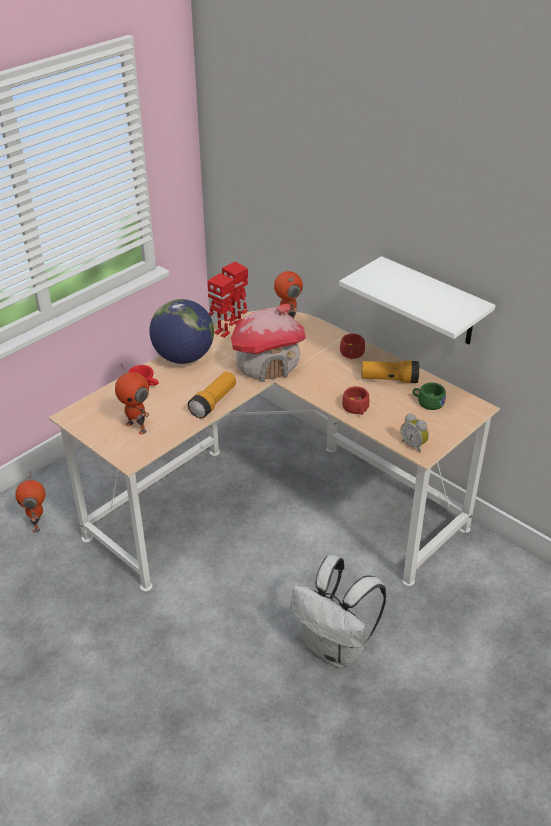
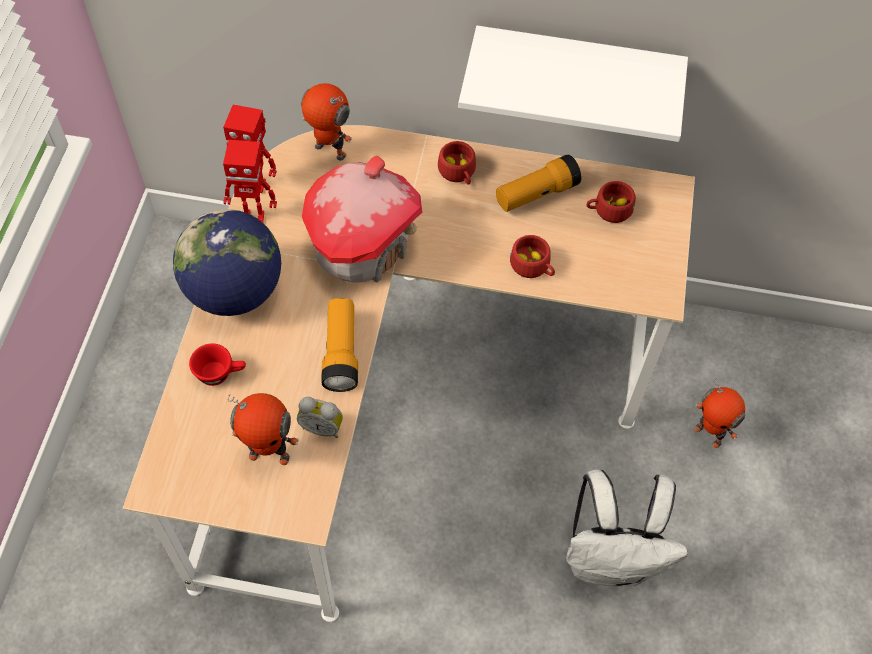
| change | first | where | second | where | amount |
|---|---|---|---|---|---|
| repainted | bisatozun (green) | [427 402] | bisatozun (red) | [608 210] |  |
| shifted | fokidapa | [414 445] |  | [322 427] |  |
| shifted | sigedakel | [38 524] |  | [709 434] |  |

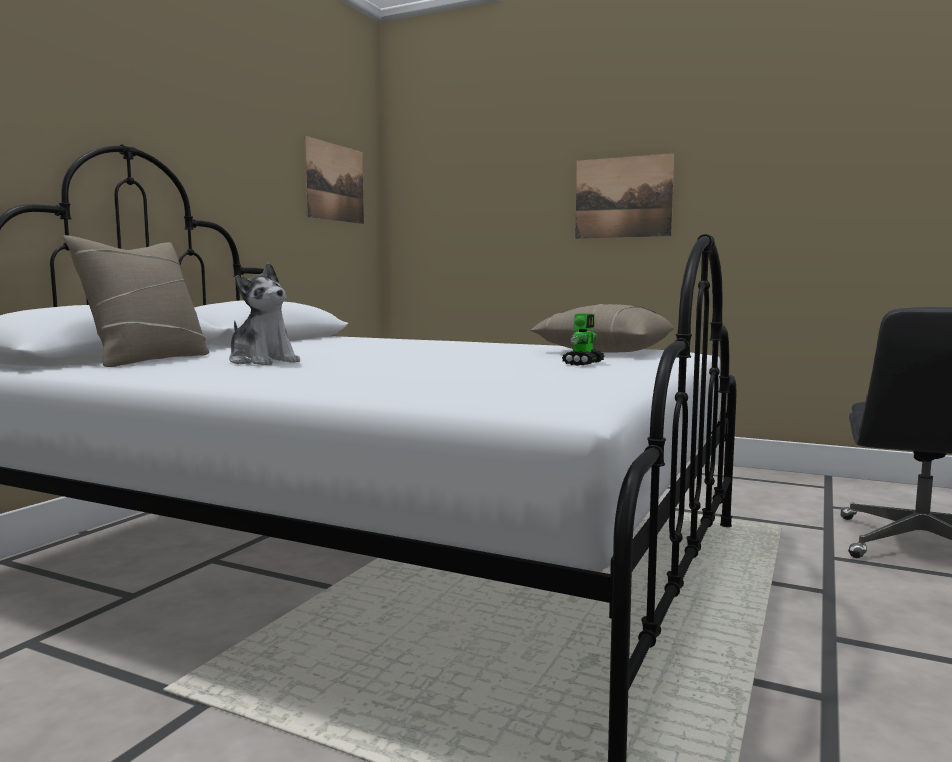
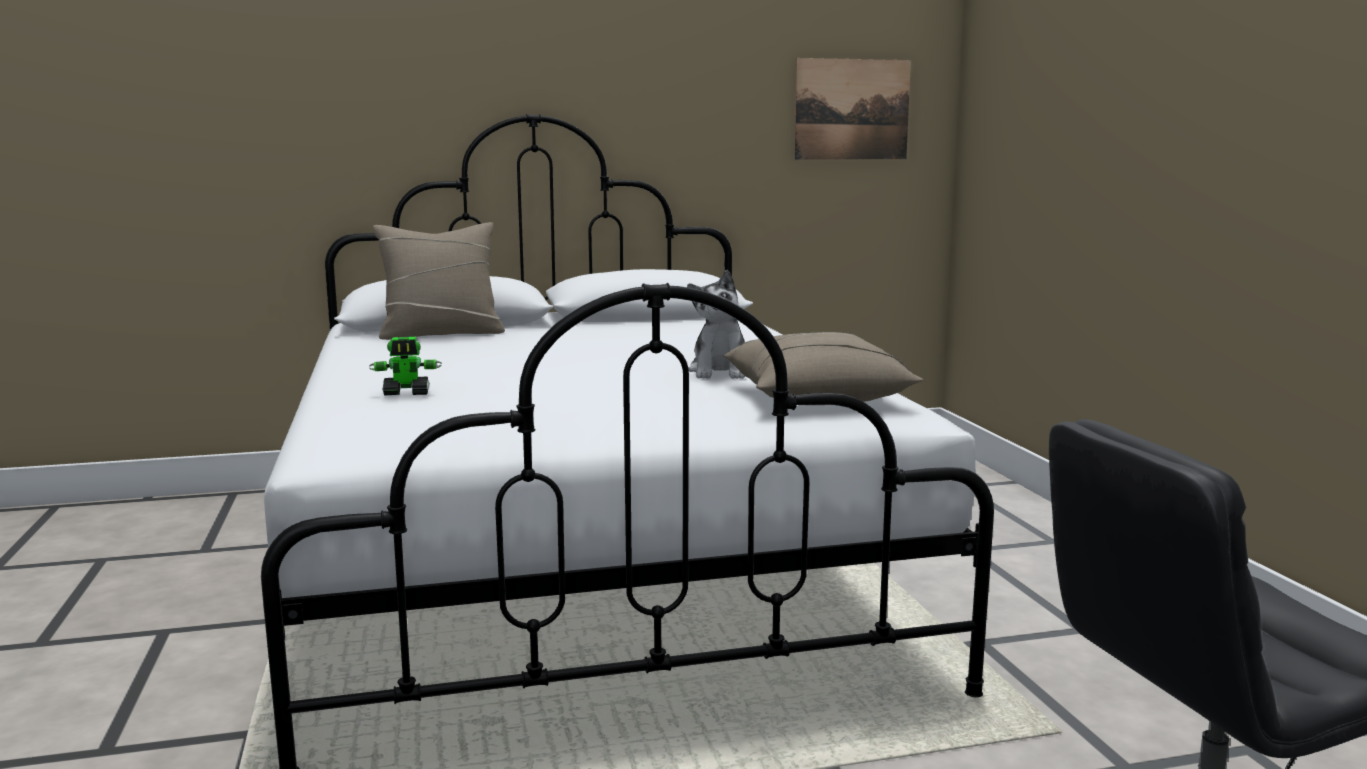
| change | first | where | second | where | amount |
|---|---|---|---|---|---|
| gone | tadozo | [623 197] |  |  |  |
| shifted | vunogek | [262 361] |  | [720 371] |  |
| shifted | sigedakel | [583 363] |  | [407 393] |  |

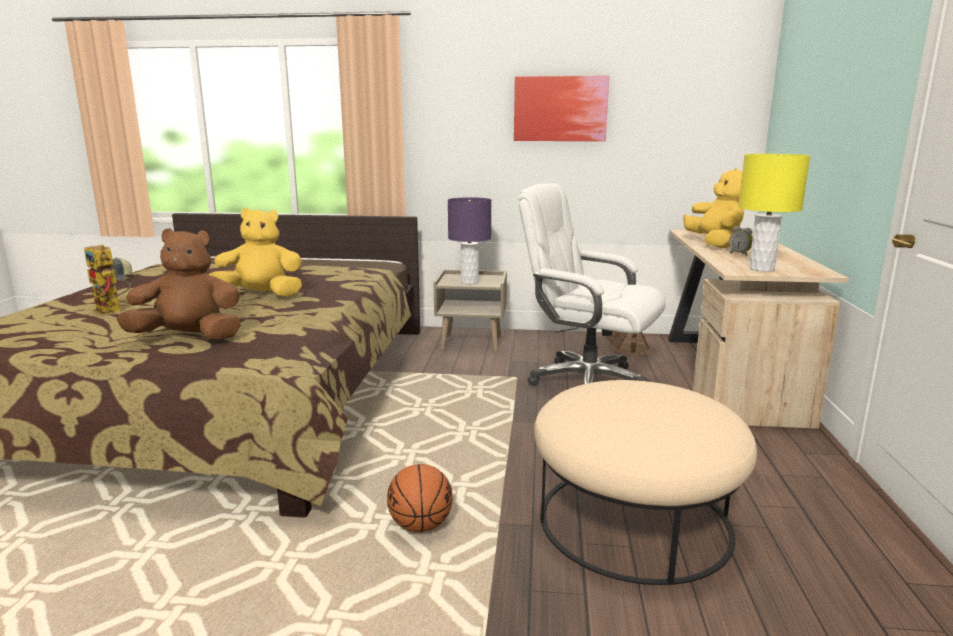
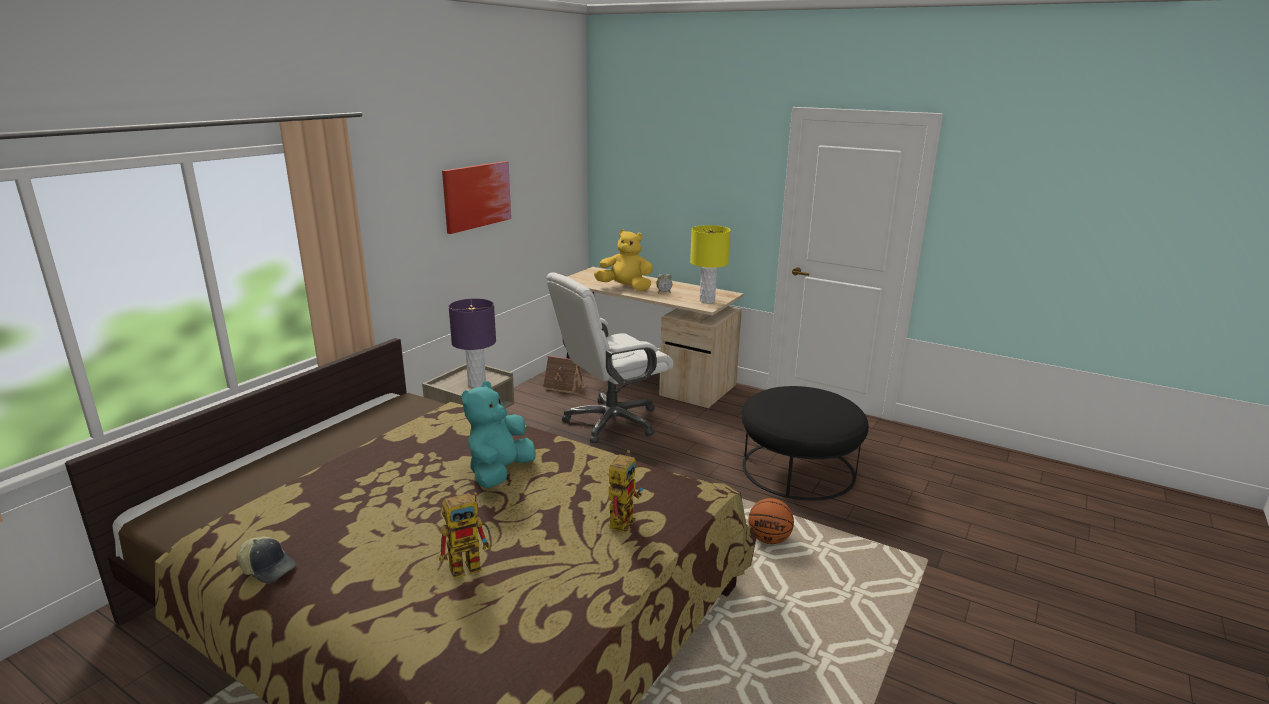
| change | first | where | second | where | amount |
|---|---|---|---|---|---|
| repainted | vunogek (yellow) | [261 295] | vunogek (turquoise) | [499 473] |  |
| swapped | vunogek (brown) | [189 338] | sigedakel | [622 519] |  |
| repainted | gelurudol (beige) | [633 520] | gelurudol (black) | [798 469] |  |

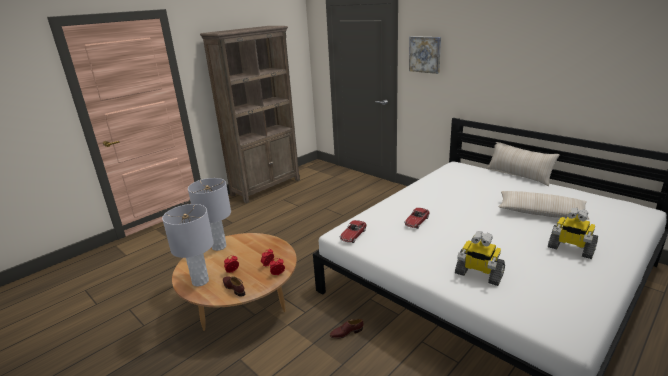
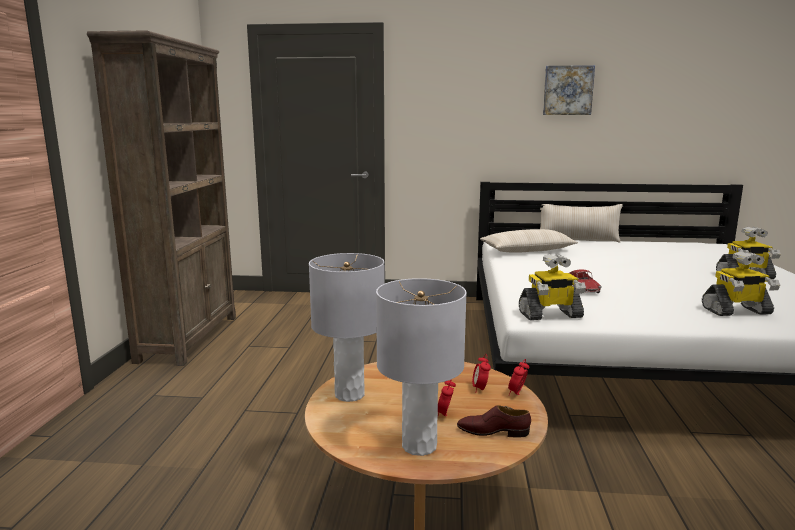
| change | first | where | second | where | amount |
|---|---|---|---|---|---|
| shifted | tadozo | [425 54] |  | [567 90] |  |
| shifted | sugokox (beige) | [540 212] |  | [527 250] |  |
| swapped | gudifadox | [353 235] | sigedakel | [550 315] |  |
| gone | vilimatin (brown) | [346 333] |  |  |  |

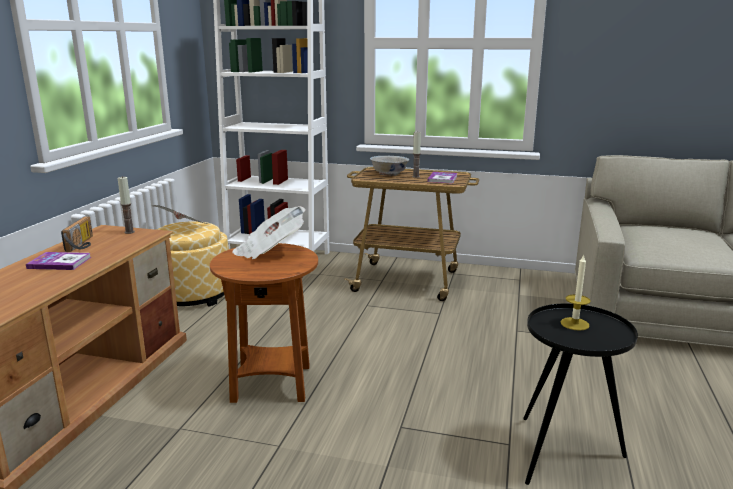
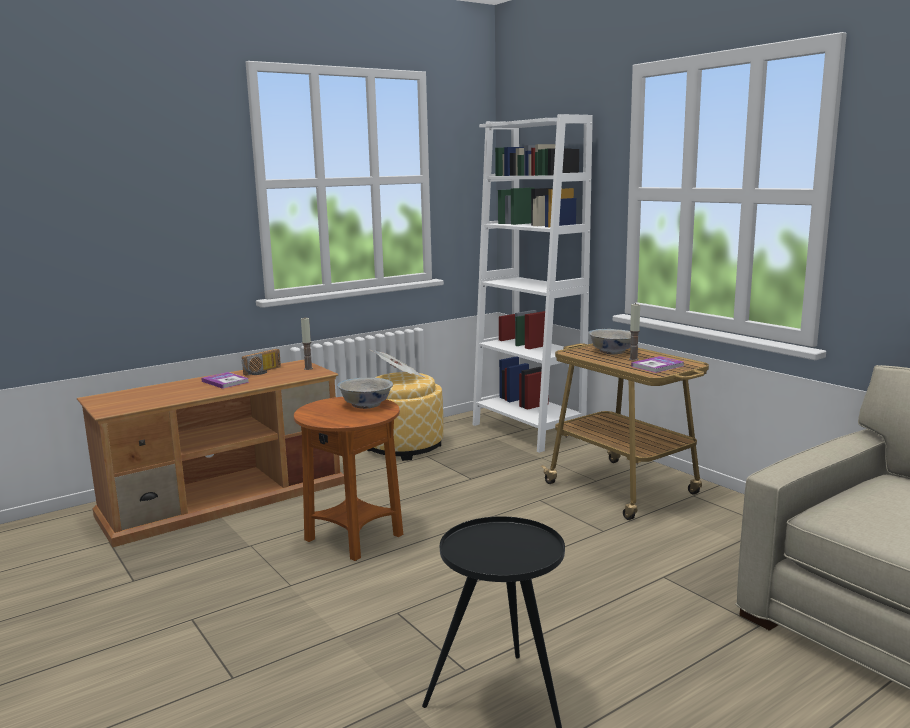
| change | first | where | second | where | amount |
|---|---|---|---|---|---|
| swapped | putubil | [270 251] | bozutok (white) | [365 404] |  |
| gone | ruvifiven | [574 324] |  |  |  |

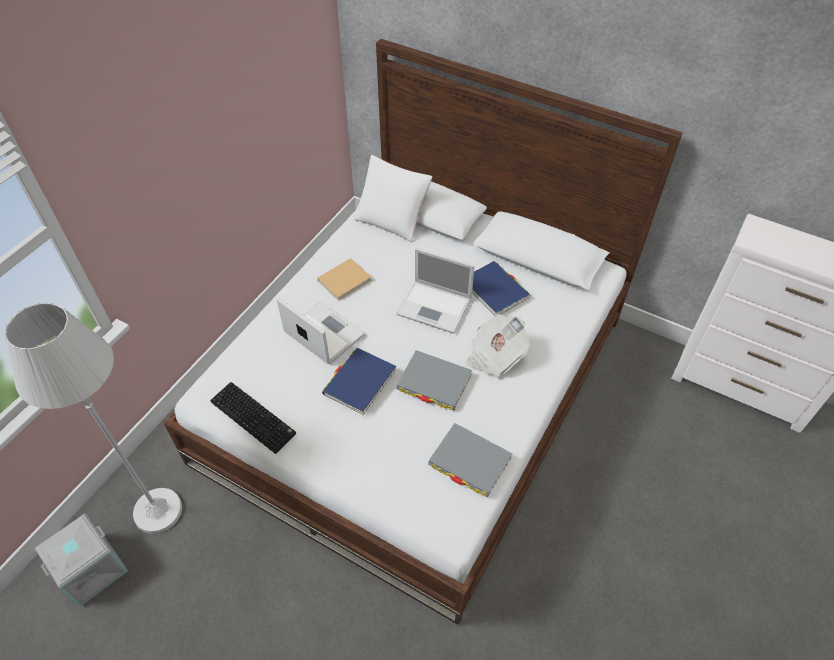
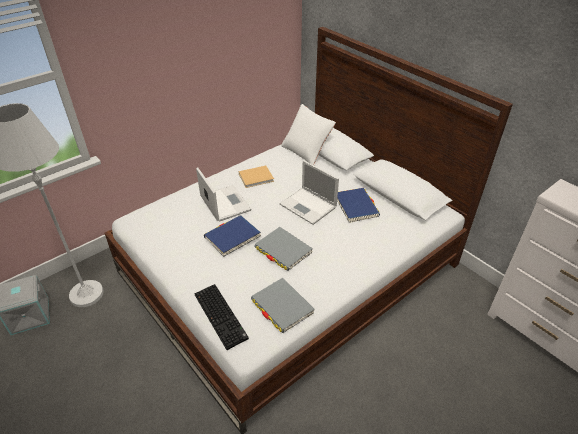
| change | first | where | second | where | amount |
|---|---|---|---|---|---|
| gone | putubil | [495 355] |  |  |  |
| shifted | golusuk | [254 417] |  | [222 316] |  |

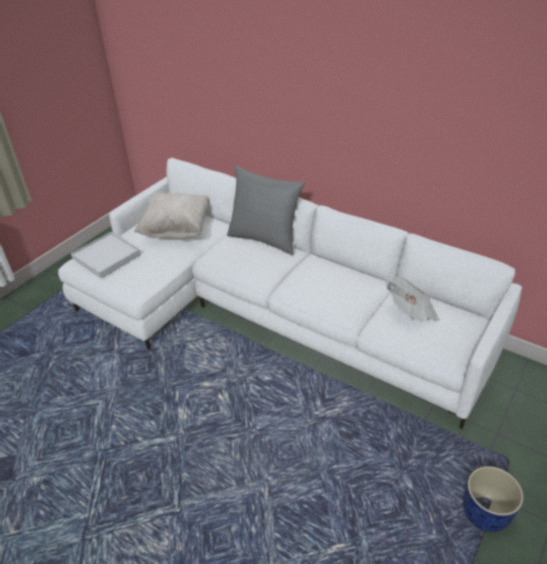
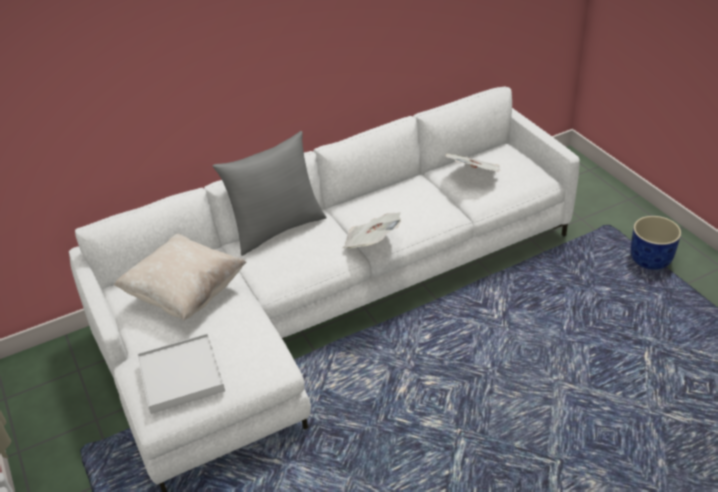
| change | first | where | second | where | amount |
|---|---|---|---|---|---|
| new |  |  | putubil | [371 243] |  |

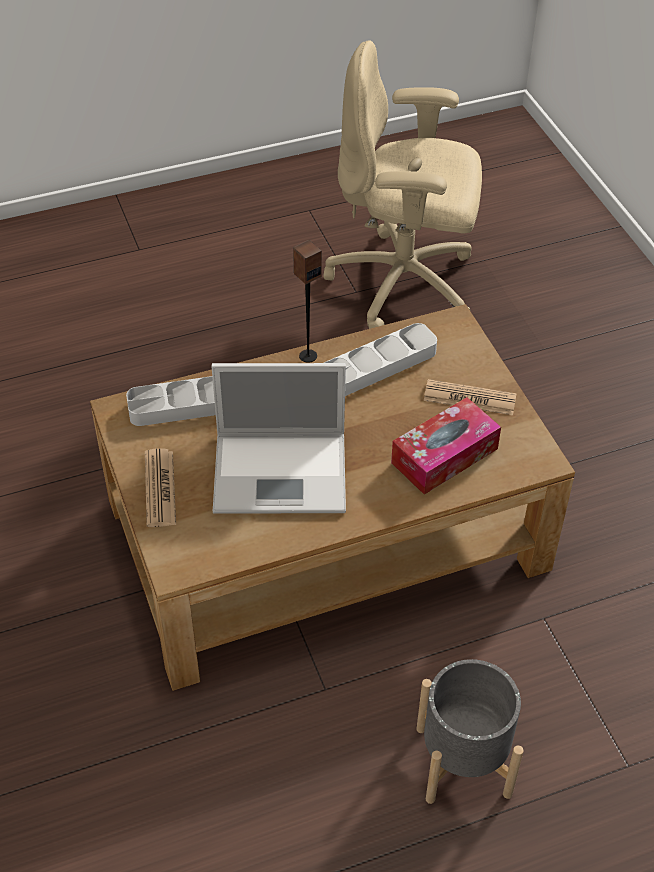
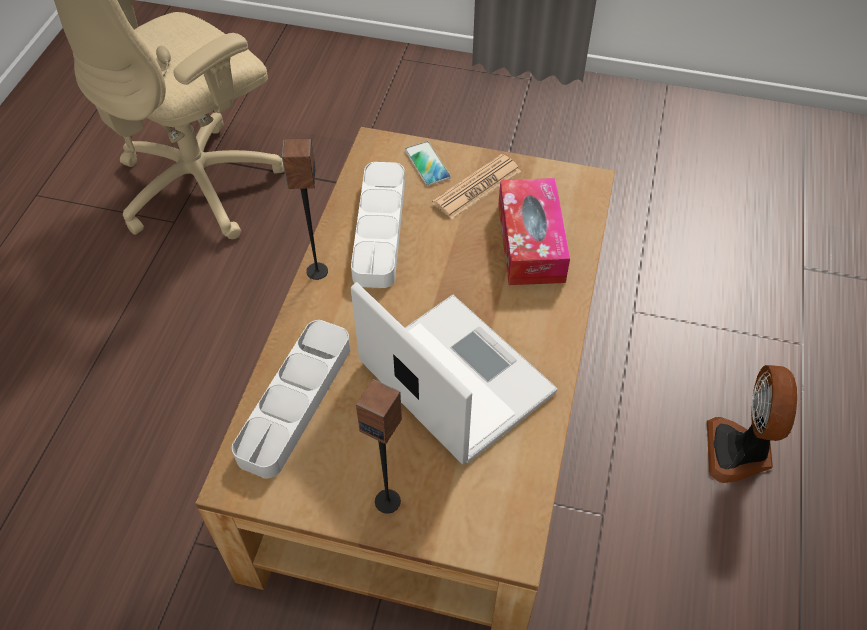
| change | first | where | second | where | amount |
|---|---|---|---|---|---|
| rotated | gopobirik | [283 472] |  | [453 376] | 75 degrees counterclockwise |
| swapped | putubil | [160 488] | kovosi | [388 501] |  |
| swapped | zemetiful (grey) | [464 761] | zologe | [739 452] |  |
| new |  |  | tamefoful | [427 164] |  |

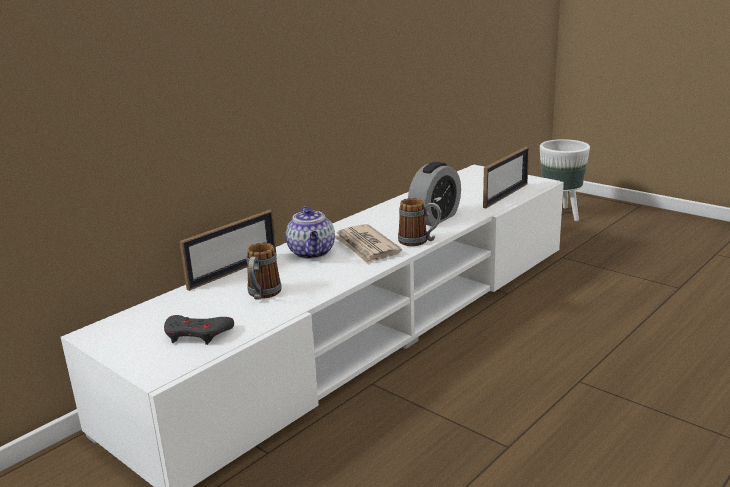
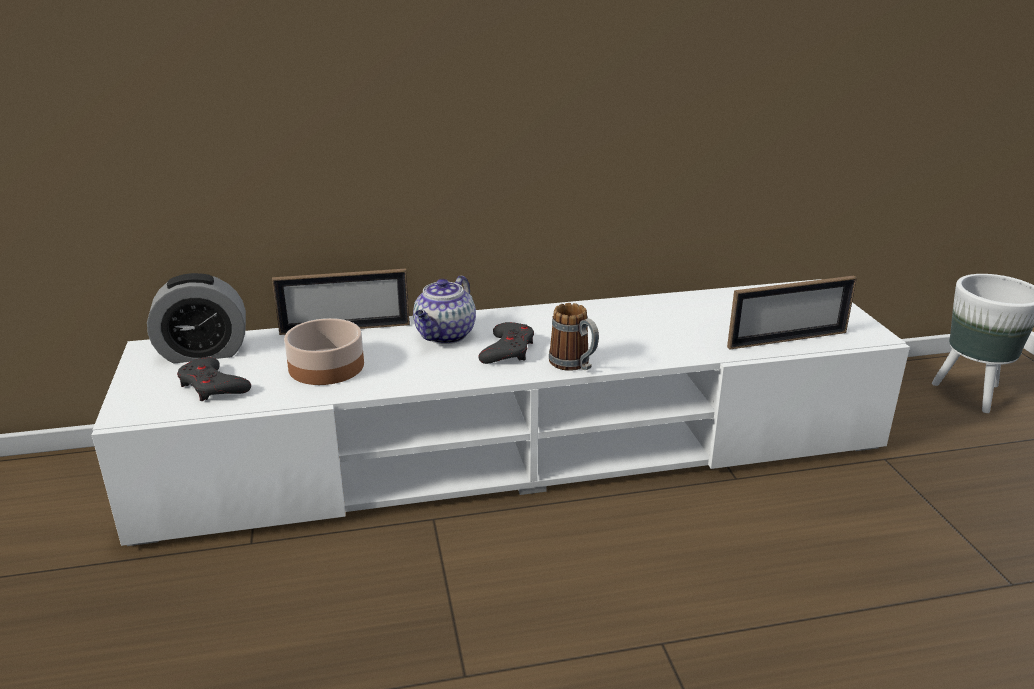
| change | first | where | second | where | amount |
|---|---|---|---|---|---|
| shifted | fokidapa | [435 218] |  | [203 353] |  |
| swapped | putubil | [366 247] | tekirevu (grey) | [508 350] |  |
| swapped | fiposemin | [262 295] | bozutok | [325 367] |  |

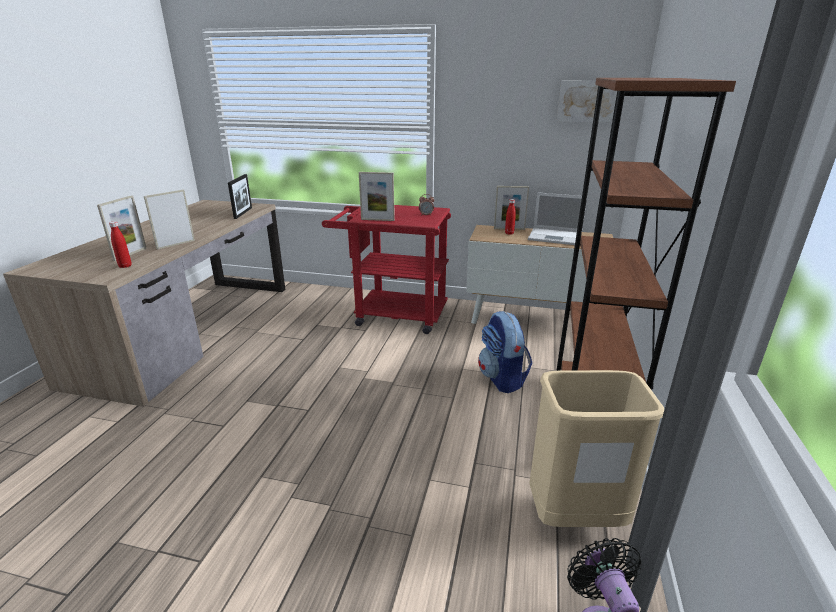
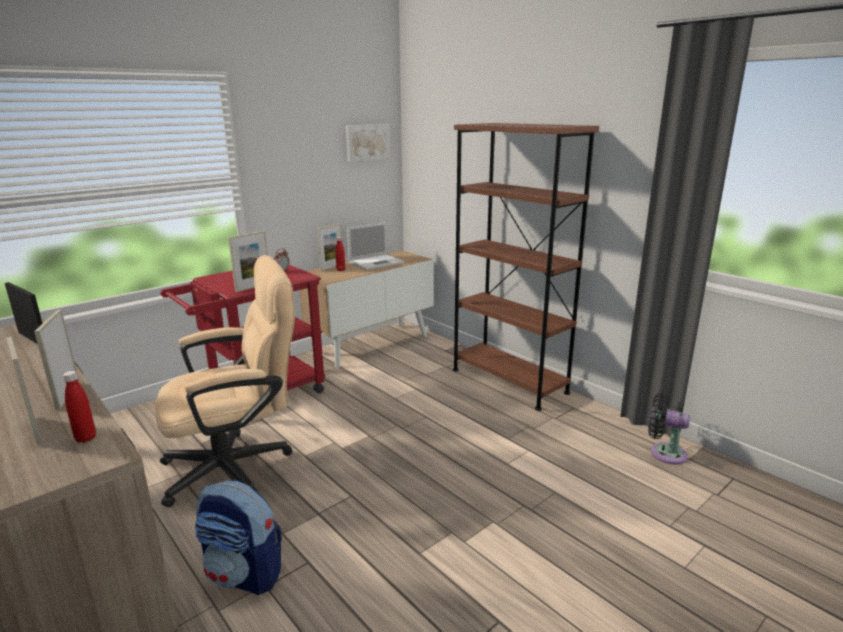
| change | first | where | second | where | amount |
|---|---|---|---|---|---|
| shifted | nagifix | [502 379] |  | [244 574] |  |
| gone | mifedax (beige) | [574 517] |  |  |  |
| new |  |  | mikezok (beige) | [239 466] |  |

